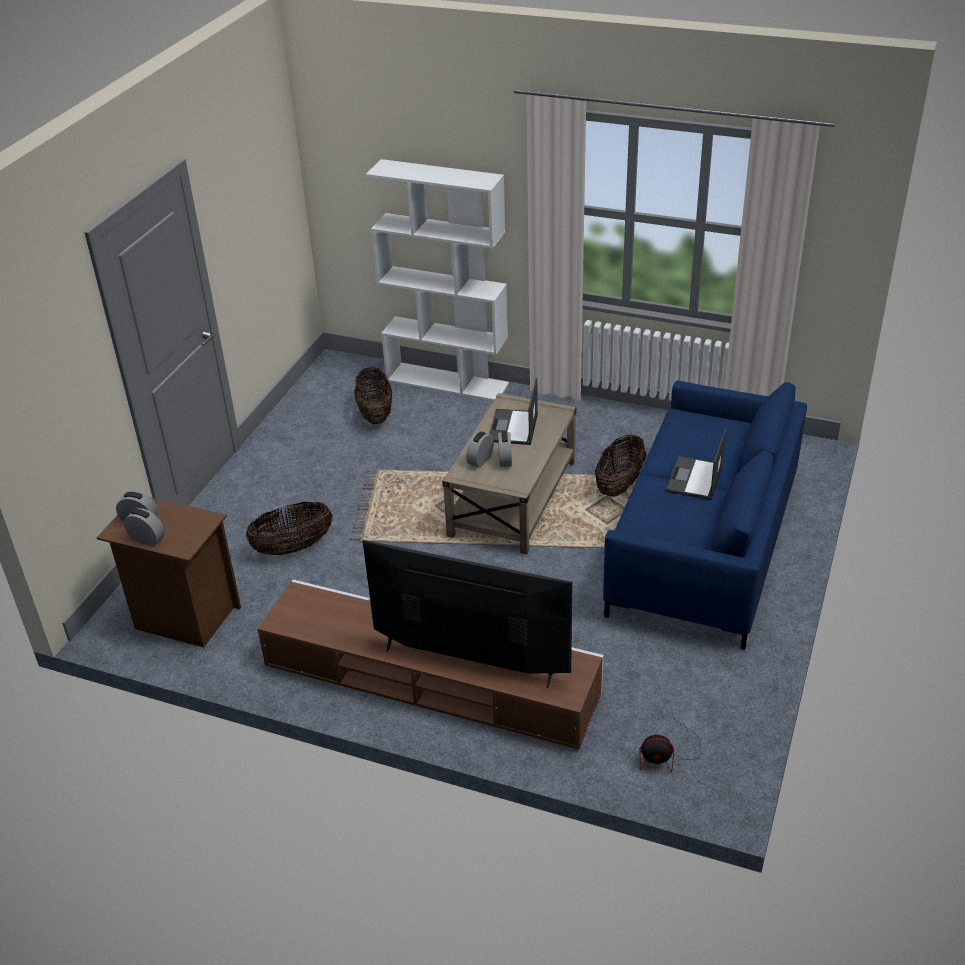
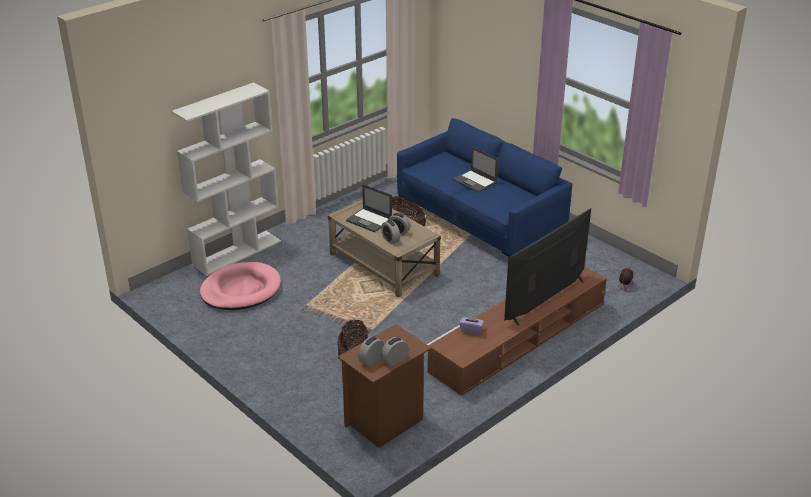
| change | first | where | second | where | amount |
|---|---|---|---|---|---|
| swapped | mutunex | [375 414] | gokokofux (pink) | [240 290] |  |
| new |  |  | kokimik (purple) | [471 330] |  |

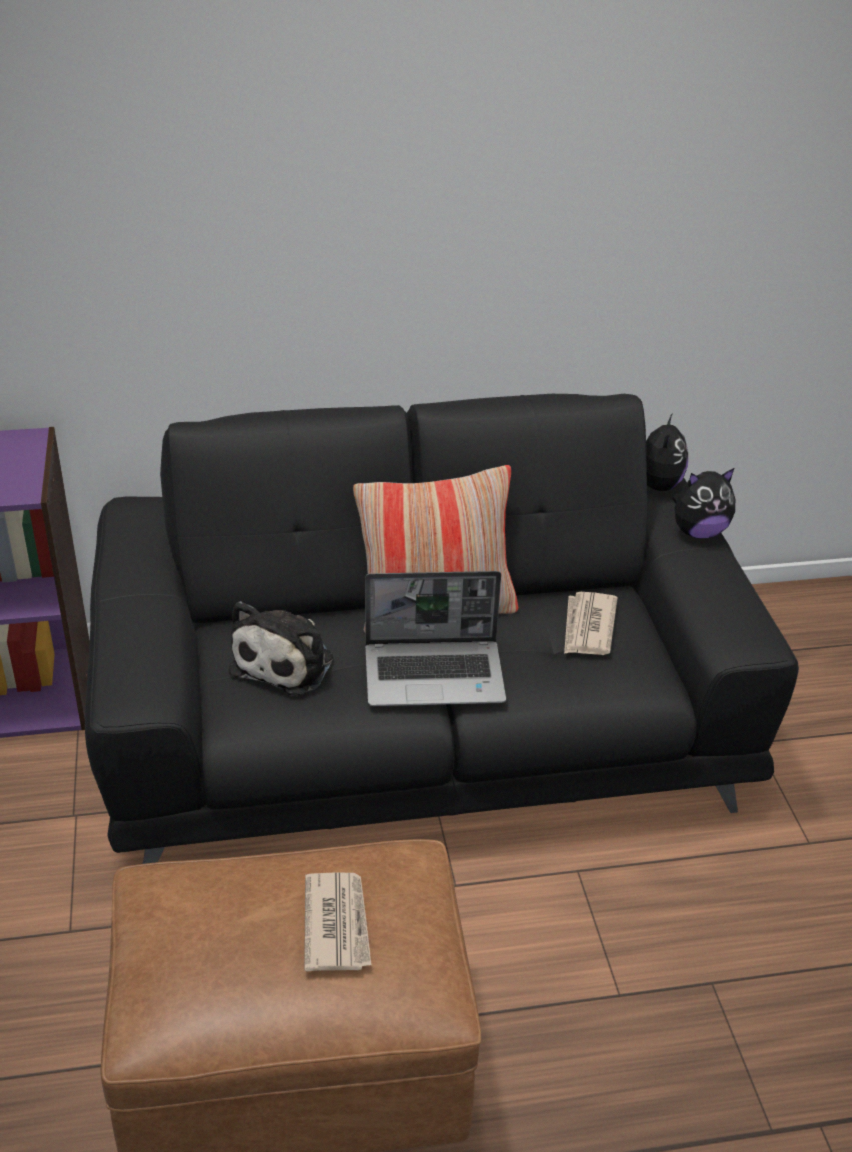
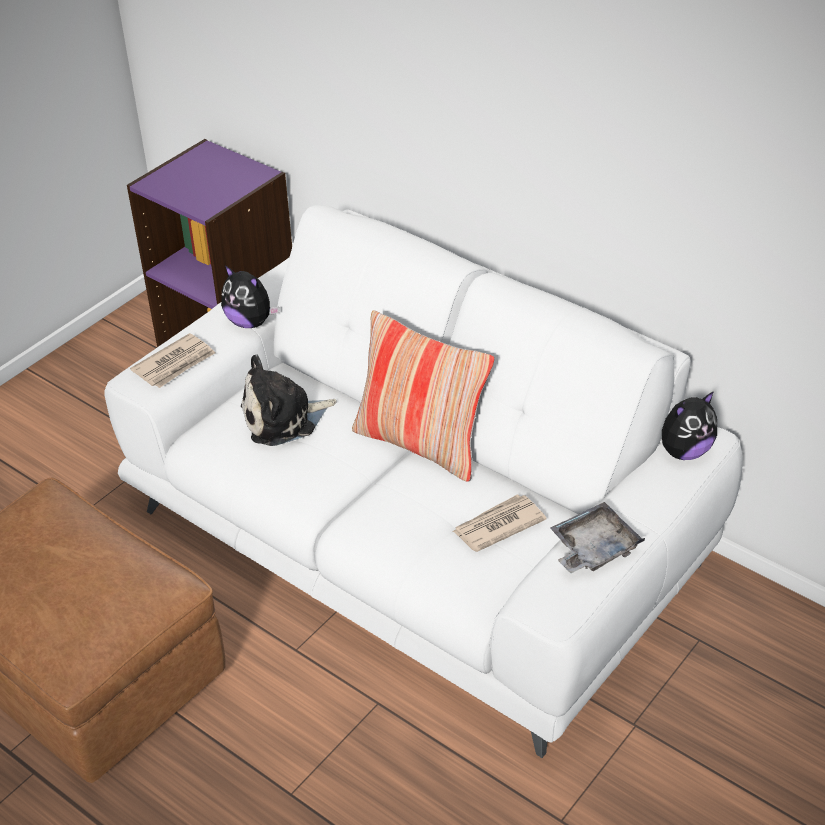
| change | first | where | second | where | amount |
|---|---|---|---|---|---|
| repainted | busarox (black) | [422 728] | busarox (white) | [417 539] |  |
| shifted | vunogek | [698 532] |  | [250 322] |  |
| gone | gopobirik | [435 675] |  |  |  |
| shifted | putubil | [337 924] |  | [175 364] |  |
| new |  |  | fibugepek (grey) | [593 548] |  |

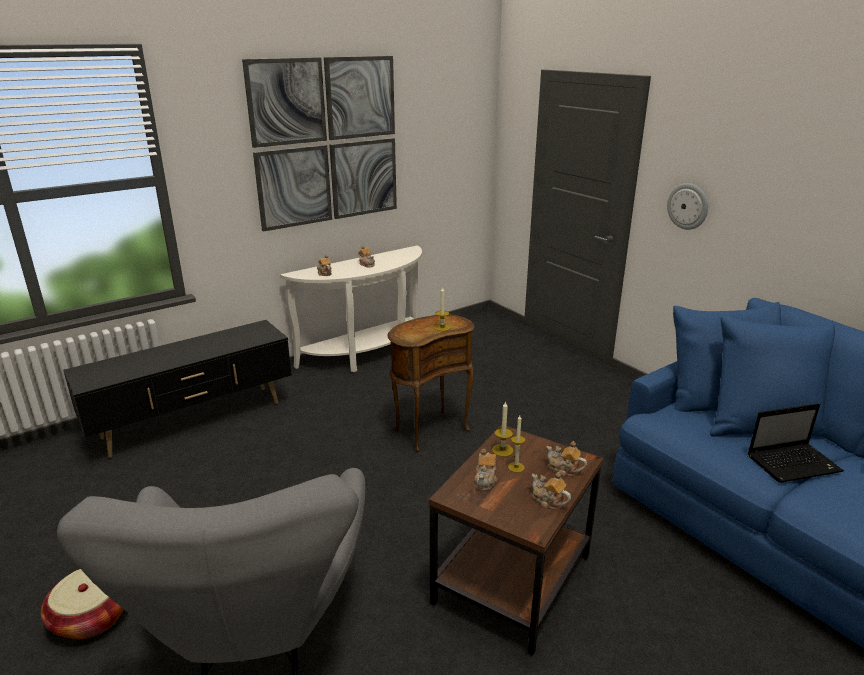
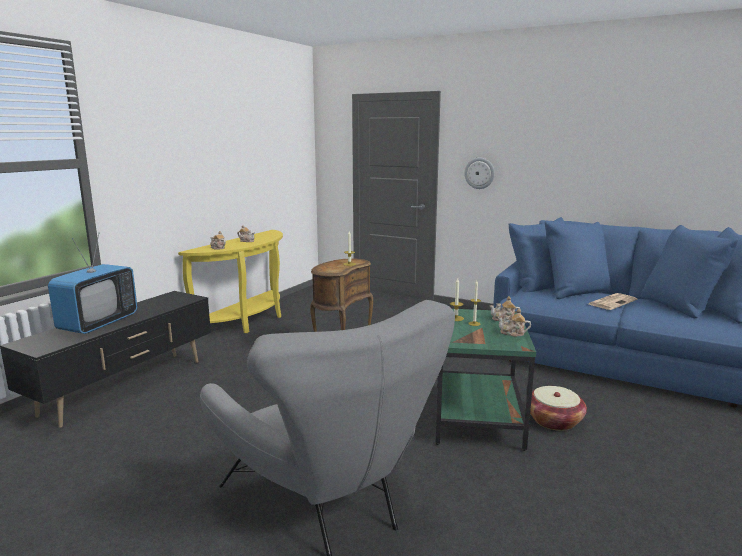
| change | first | where | second | where | amount |
|---|---|---|---|---|---|
| gone | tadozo | [327 142] |  |  |  |
| repainted | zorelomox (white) | [367 355] | zorelomox (yellow) | [248 321] |  |
| swapped | gopobirik | [794 463] | putubil | [612 302] |  |
| repainted | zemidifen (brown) | [511 579] | zemidifen (green) | [475 418] |  |
| gone | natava | [485 480] |  |  |  |
| shifted | mutunex | [92 617] |  | [554 421] |  |
| new |  |  | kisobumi | [98 324] |  |

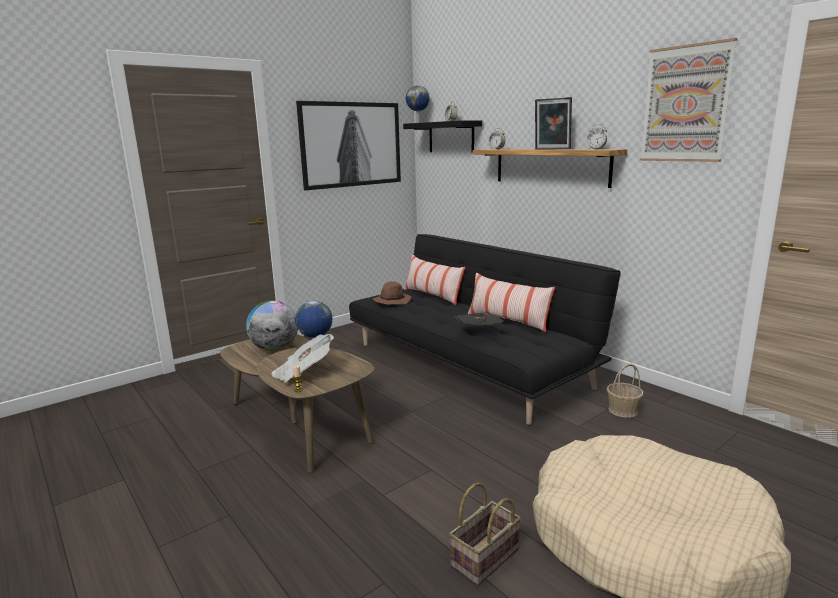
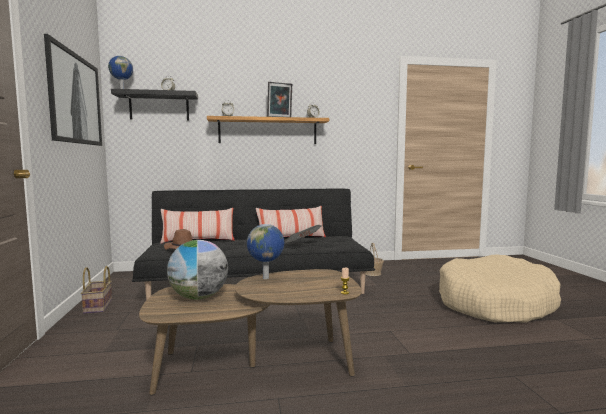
| change | first | where | second | where | amount |
|---|---|---|---|---|---|
| gone | tadozo | [685 104] |  |  |  |
| gone | putubil | [303 373] |  |  |  |
| shifted | mutunex | [485 559] |  | [98 306] |  |

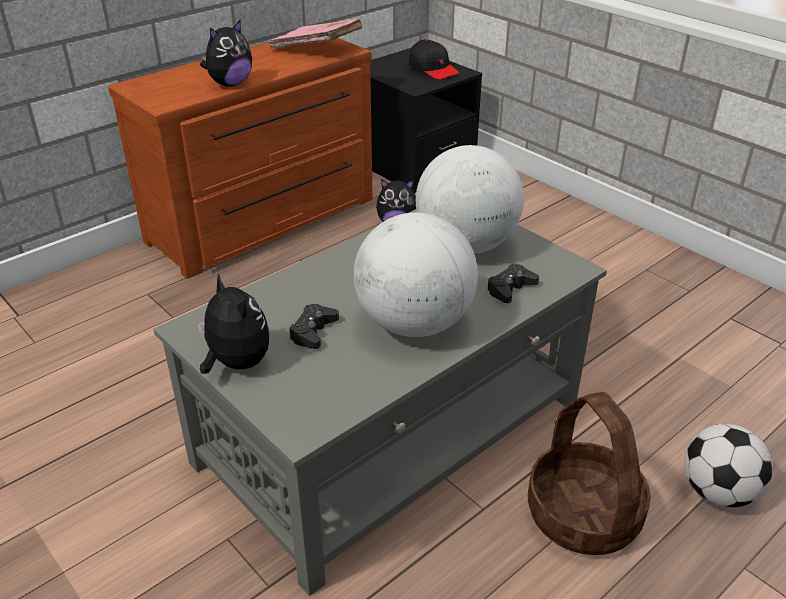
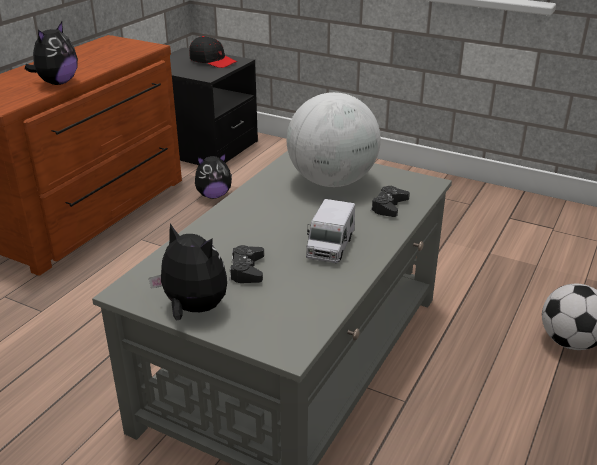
| change | first | where | second | where | amount |
|---|---|---|---|---|---|
| gone | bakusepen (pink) | [316 49] |  |  |  |
| swapped | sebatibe | [415 323] | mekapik | [330 246] |  |
| gone | mutunex | [584 515] |  |  |  |

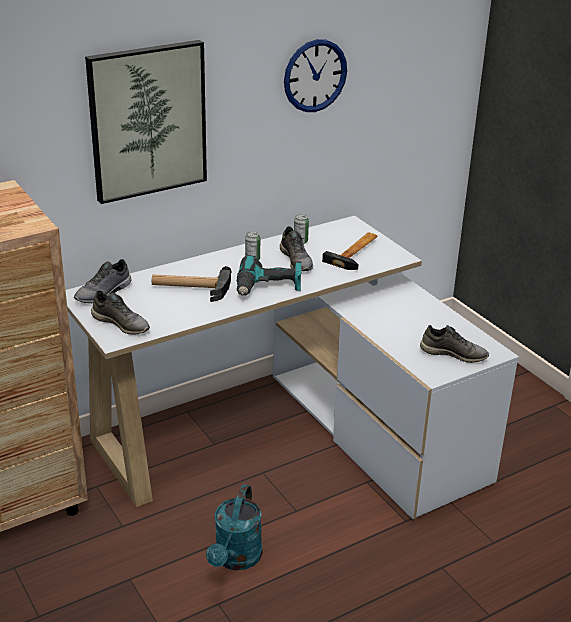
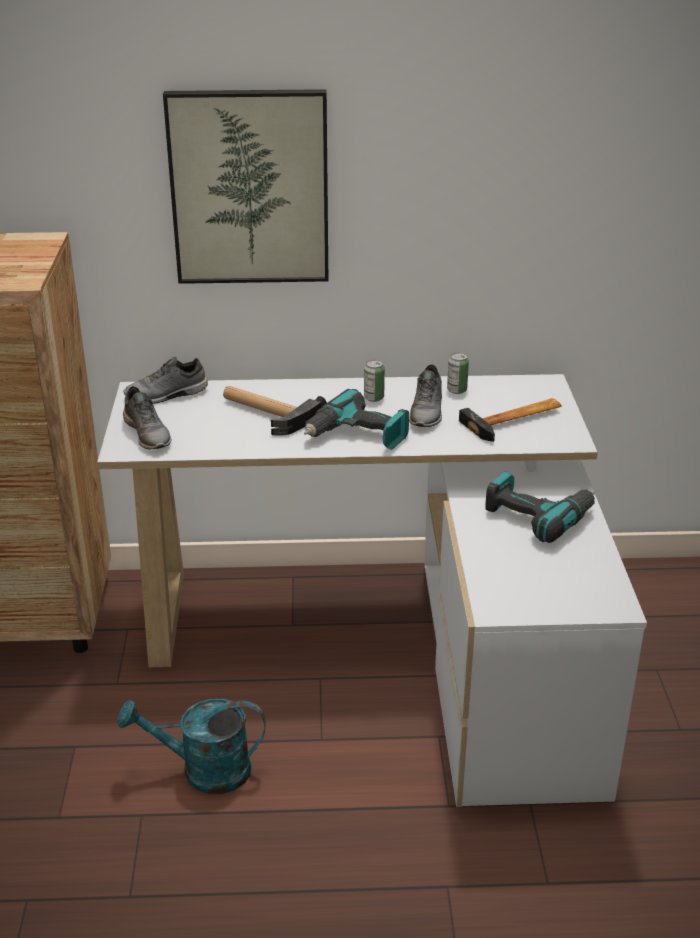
| change | first | where | second | where | amount |
|---|---|---|---|---|---|
| gone | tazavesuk | [315 75] |  |  |  |
| gone | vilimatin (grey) | [453 354] |  |  |  |
| rotated | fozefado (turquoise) | [236 559] |  | [203 771] | 45 degrees clockwise |
| new |  |  | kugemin | [538 515] |  |

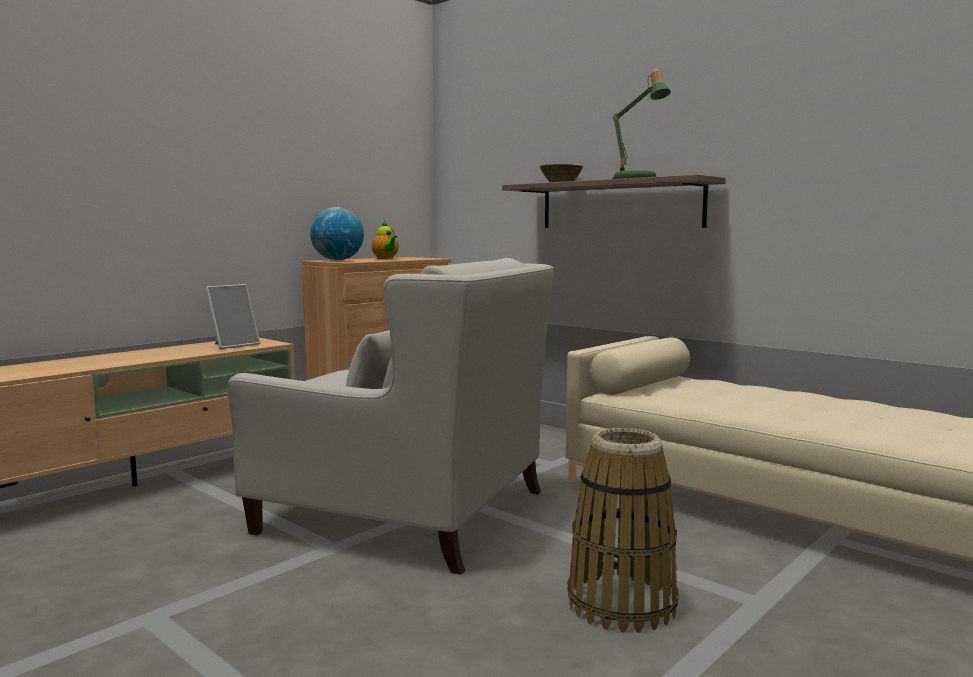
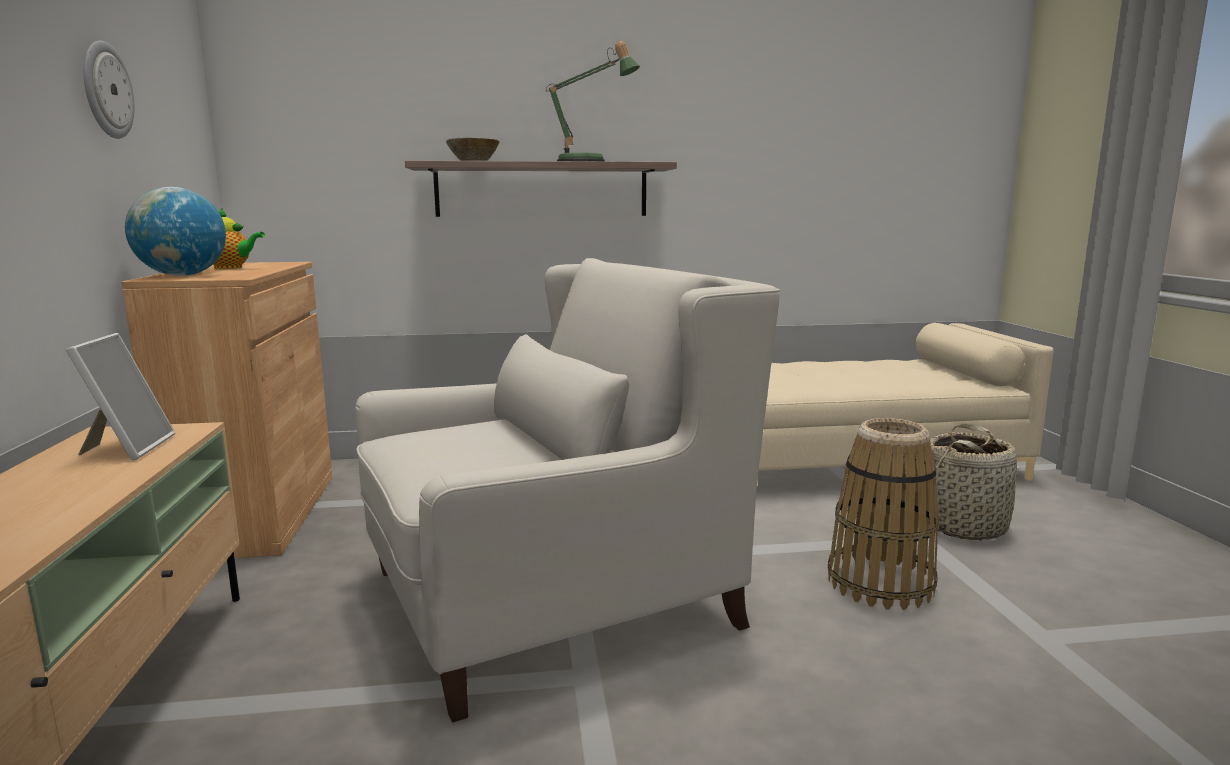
| change | first | where | second | where | amount |
|---|---|---|---|---|---|
| new |  |  | tazavesuk | [106 90] |  |
| new |  |  | mutunex | [964 526] |  |

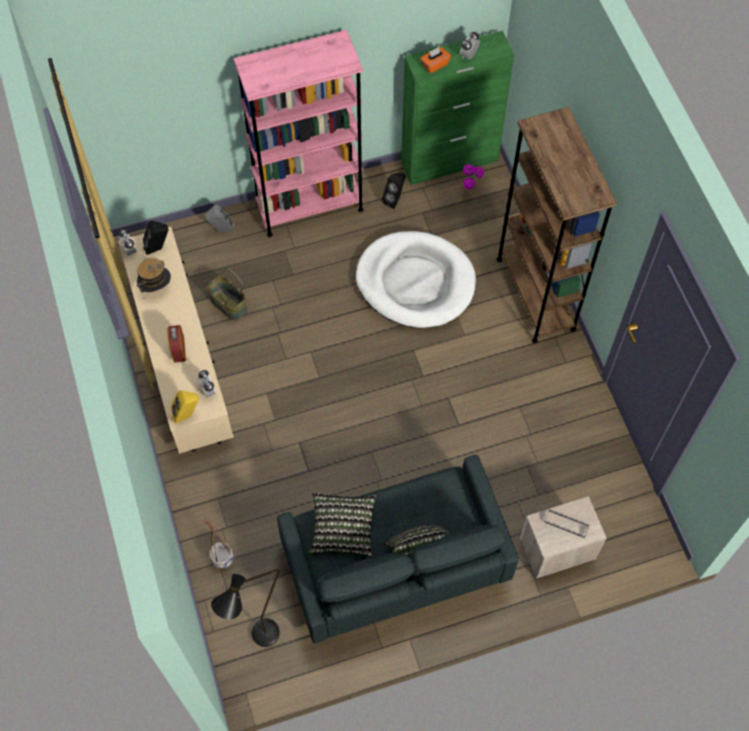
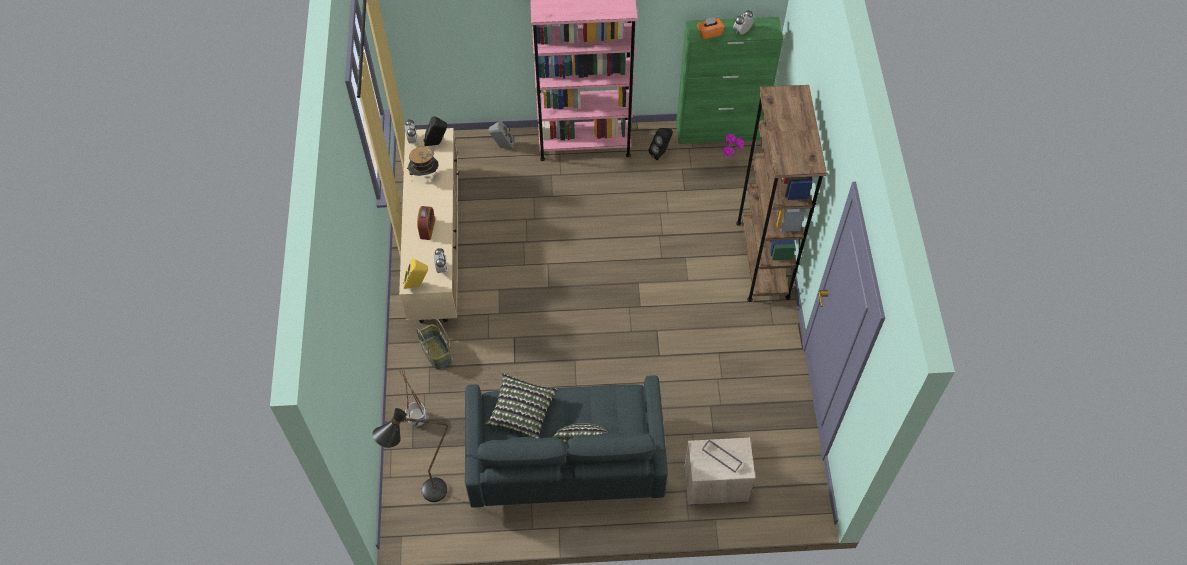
| change | first | where | second | where | amount |
|---|---|---|---|---|---|
| gone | gokokofux (white) | [415 282] |  |  |  |
| shifted | mutunex | [228 304] |  | [435 352] |  |

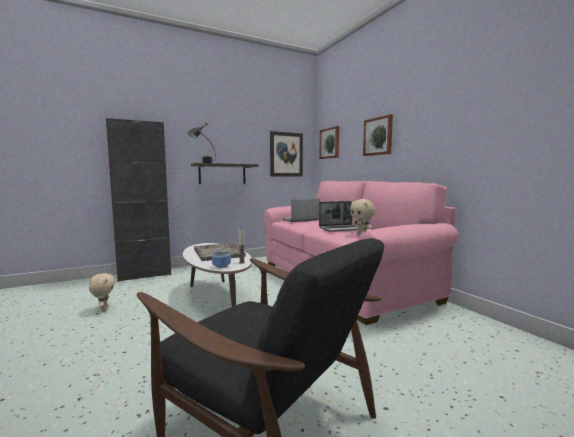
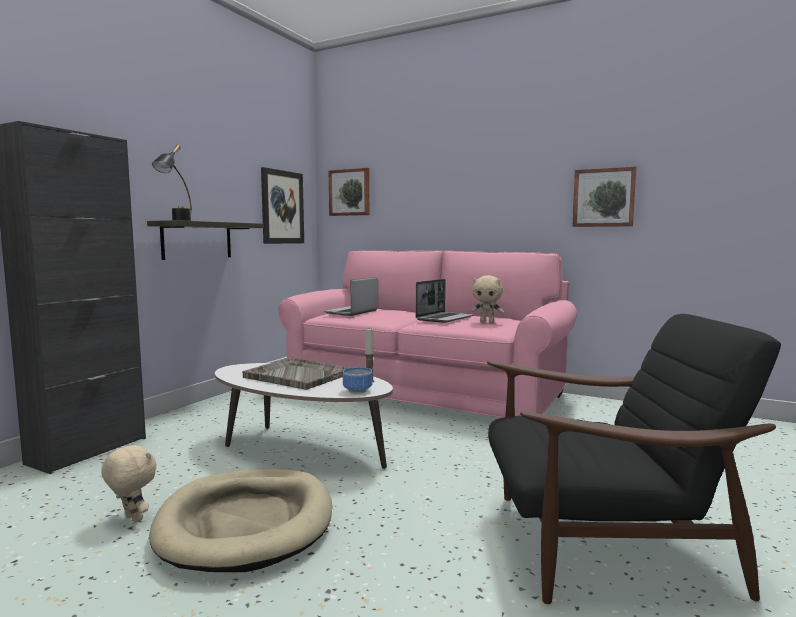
| change | first | where | second | where | amount |
|---|---|---|---|---|---|
| shifted | tadozo | [378 136] |  | [604 197] |  |
| new |  |  | gokokofux (beige) | [246 523] |  |

